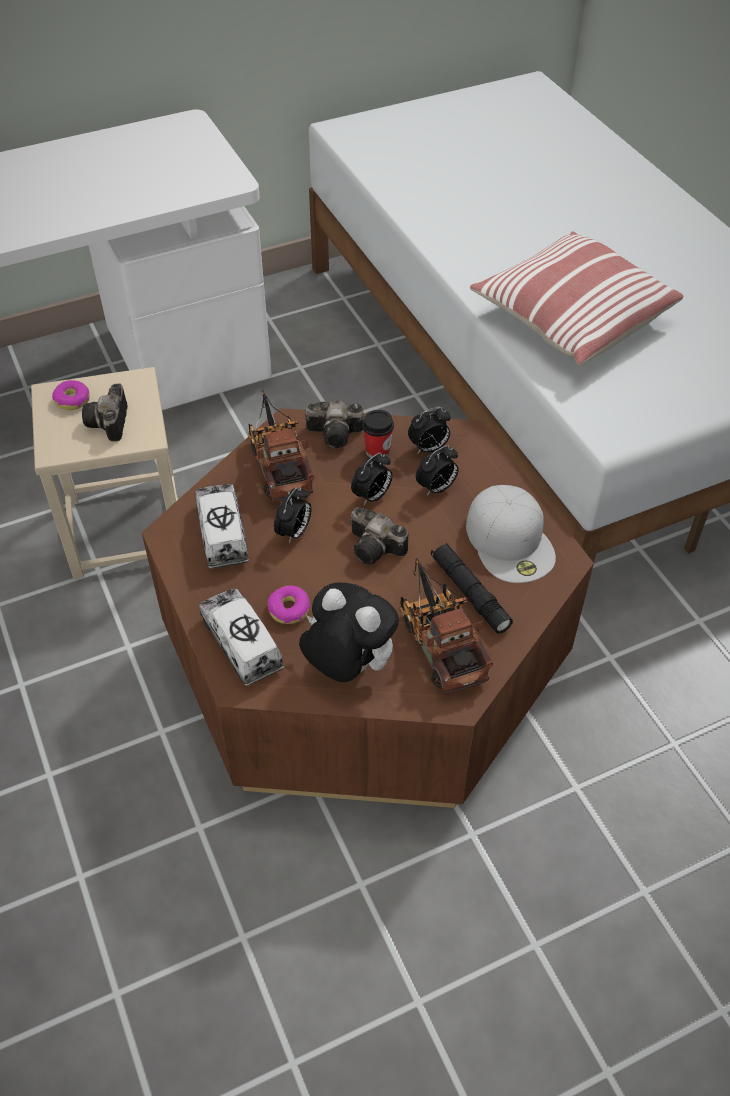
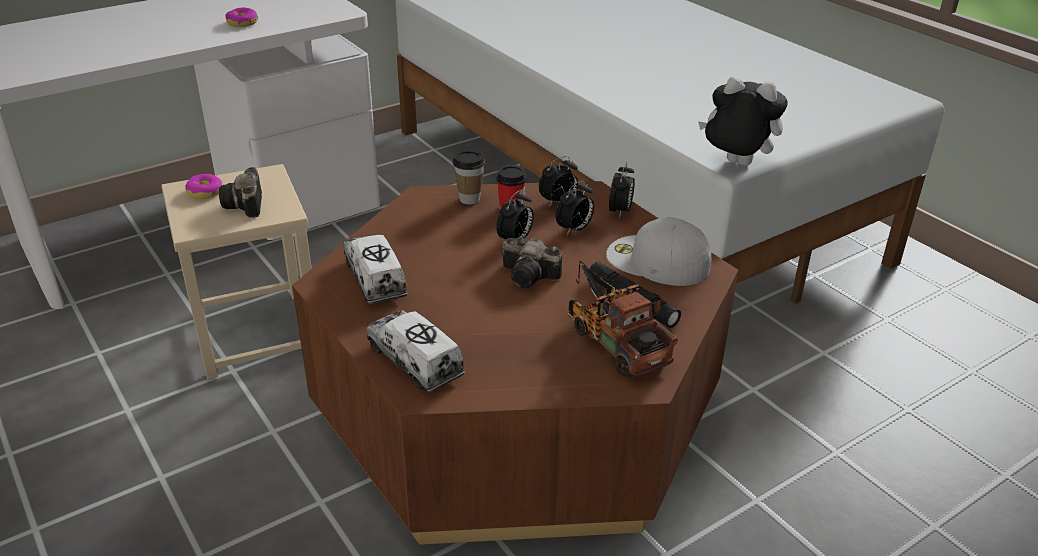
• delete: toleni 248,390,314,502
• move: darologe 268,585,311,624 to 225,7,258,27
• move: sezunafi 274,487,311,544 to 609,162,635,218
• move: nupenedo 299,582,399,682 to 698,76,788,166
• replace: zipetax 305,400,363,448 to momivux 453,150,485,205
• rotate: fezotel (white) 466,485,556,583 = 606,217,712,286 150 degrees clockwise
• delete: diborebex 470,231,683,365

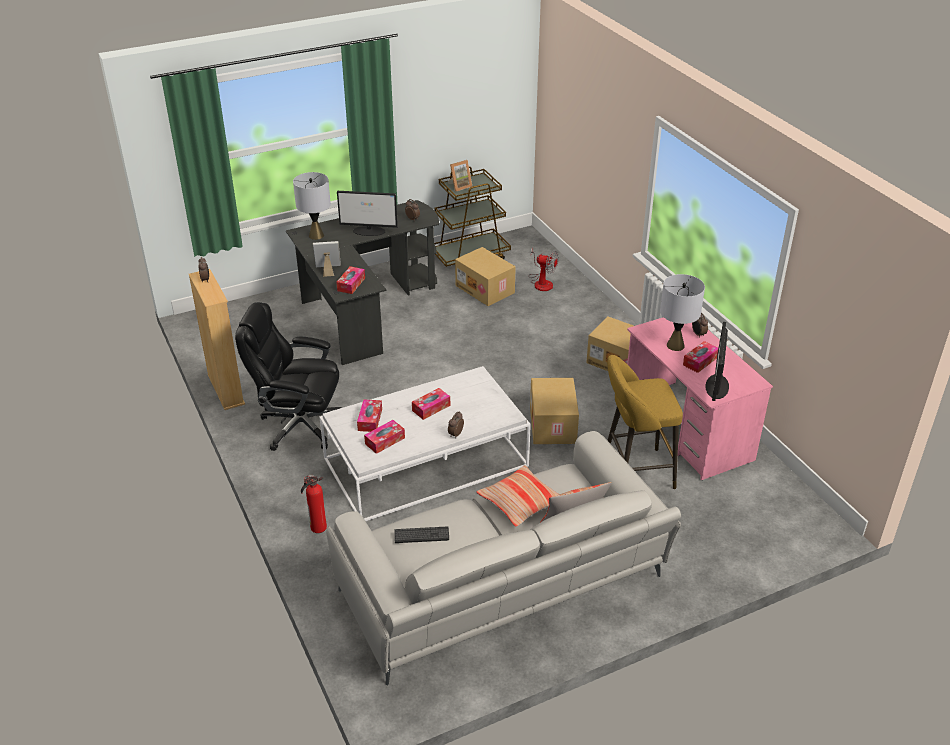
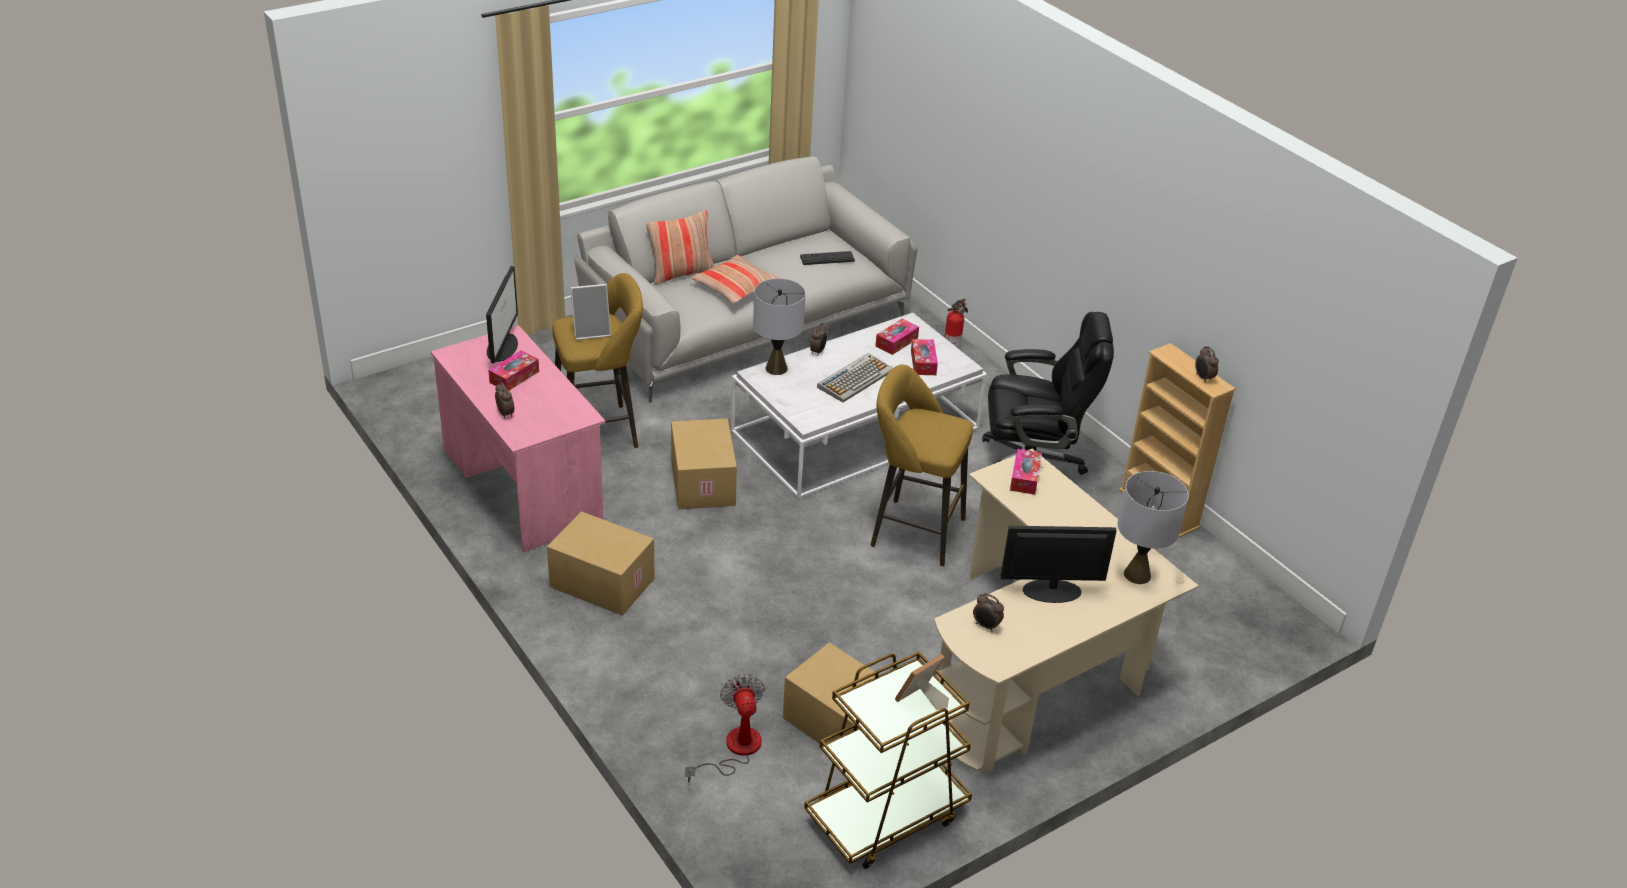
• recolor: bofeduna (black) 286,200,439,365 to bofeduna (beige) 934,449,1199,776
• move: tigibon 313,241,341,277 to 570,284,611,340
• replace: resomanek 412,388,450,420 to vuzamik 817,353,893,402
• rotate: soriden 529,248,559,291 = 685,674,765,783 60 degrees clockwise
• move: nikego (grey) 660,274,705,351 to 753,278,806,375
• insert: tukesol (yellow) 871,365,973,566

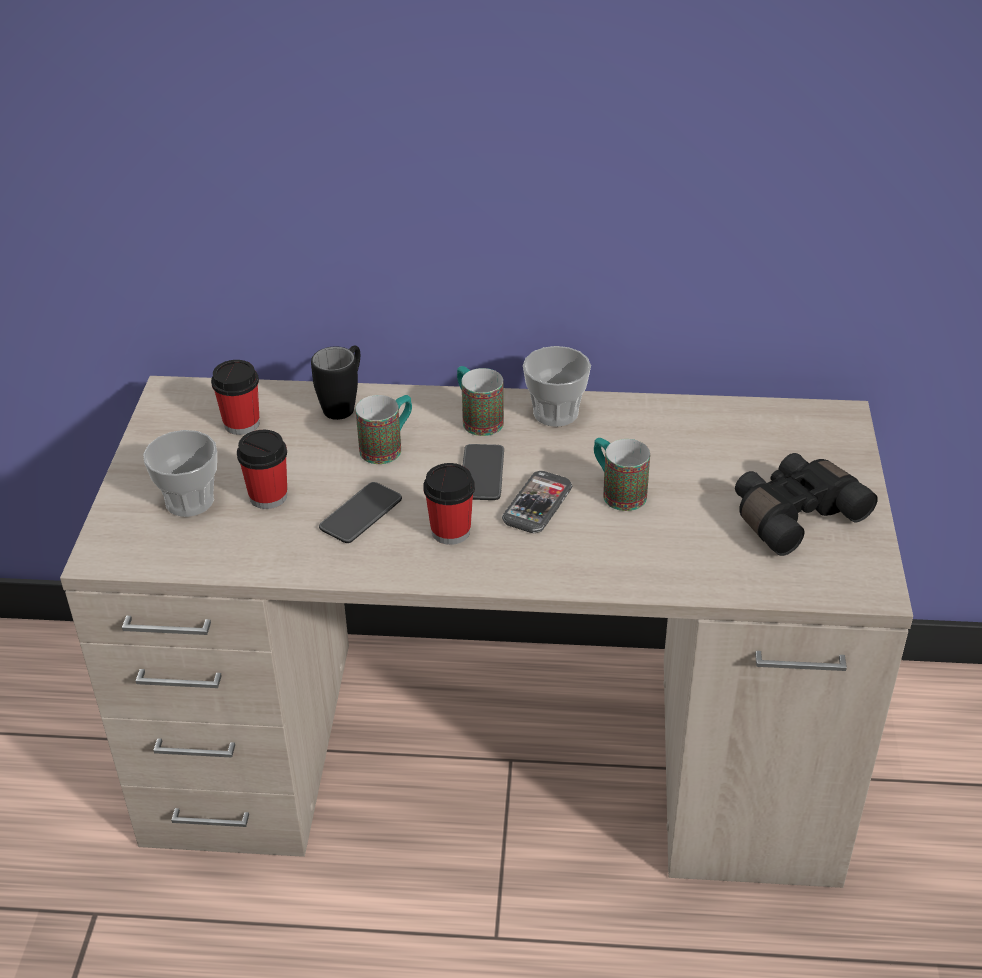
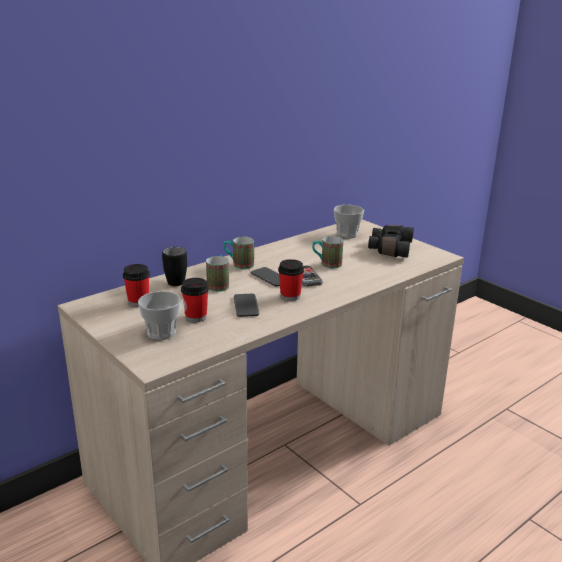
• move: momivux 523,346,591,427 to 334,205,364,238

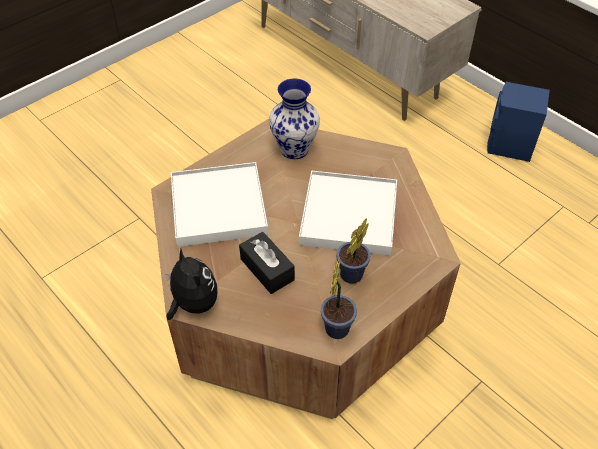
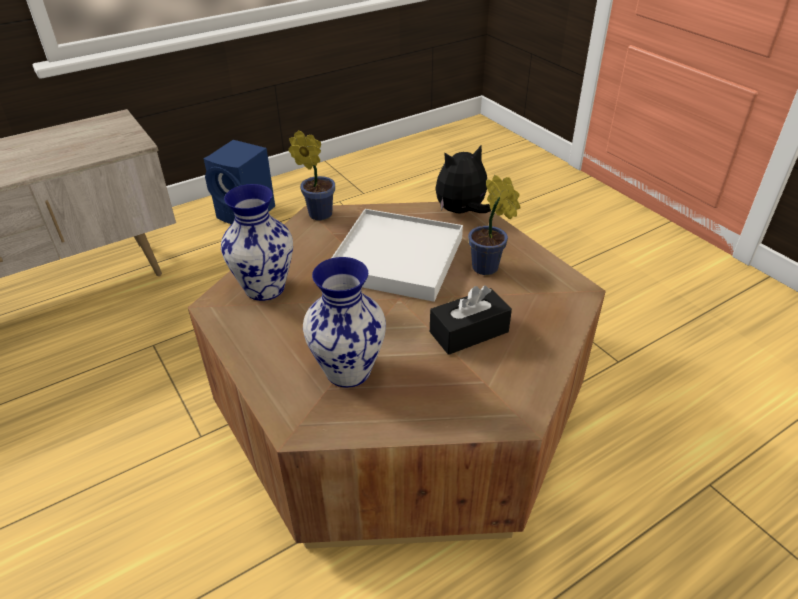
• move: nupenedo 166,249,217,320 to 435,144,491,213
• replace: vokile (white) 171,162,268,247 to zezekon 303,257,386,388
• move: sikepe 321,260,357,339 to 288,130,335,220

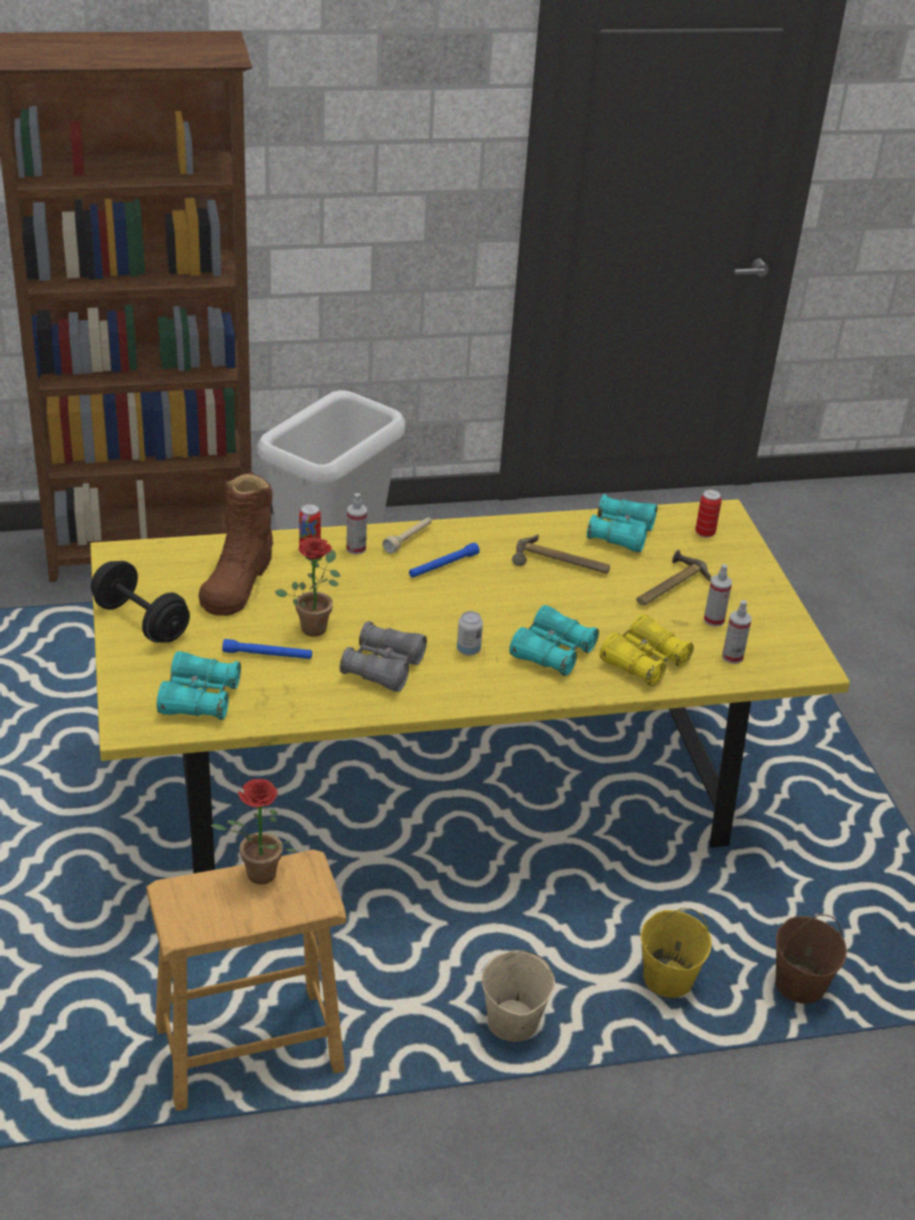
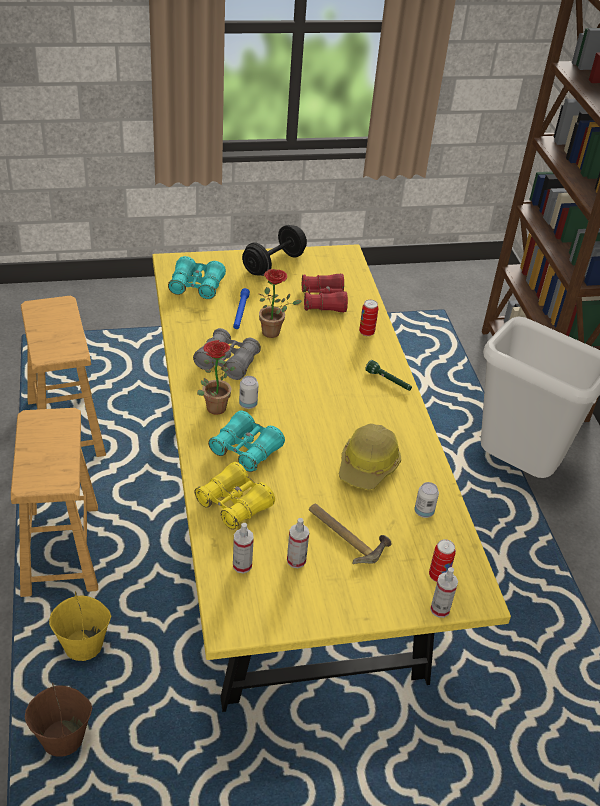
• replace: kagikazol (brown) 198,472,273,616 to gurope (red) 302,273,348,313
• move: sikepe 211,779,297,884 to 197,340,236,415
• move: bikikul 346,493,367,555 to 430,567,458,618
• recolor: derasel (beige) 382,517,432,554 to derasel (green) 365,360,412,391
• delete: derasel (blue) 409,543,480,578
• replace: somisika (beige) 481,950,555,1042 to tukesol (brown) 11,408,98,597
• replace: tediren 512,534,610,574 to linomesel 339,423,401,490
• replace: gurope (turquoise) 587,494,657,553 to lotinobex 414,482,439,518

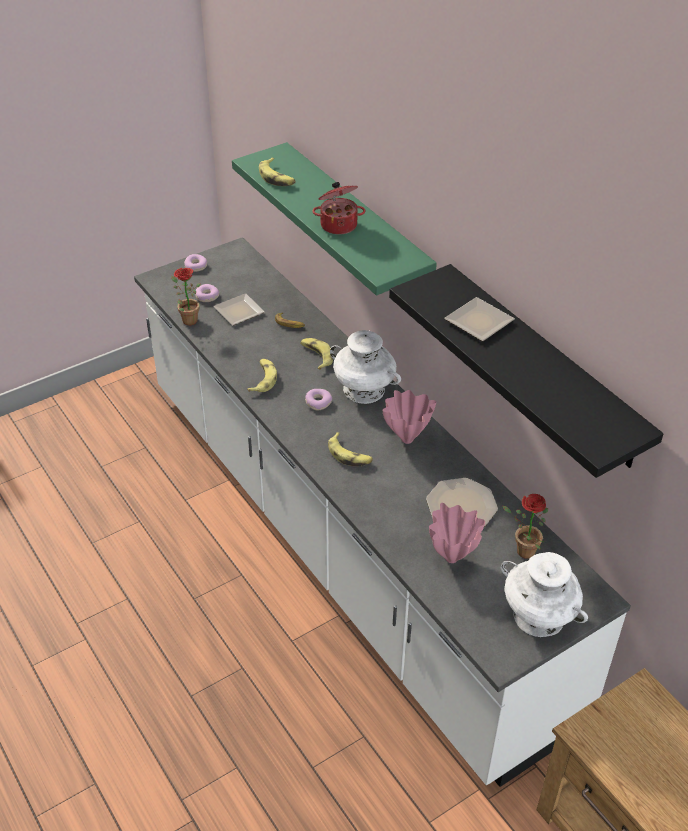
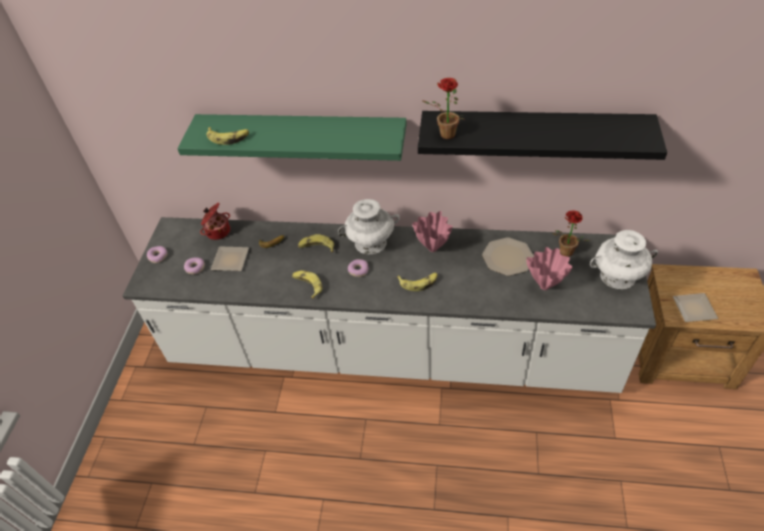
• move: sikepe 171,268,201,325 to 423,78,465,139
• move: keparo 312,182,365,235 to 200,203,230,240
• move: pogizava 444,297,515,341 to 673,293,718,322

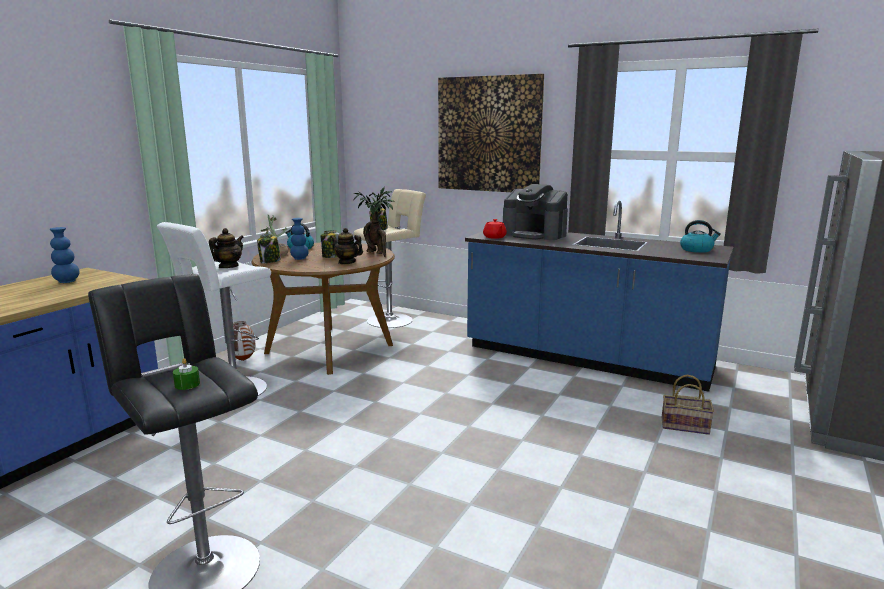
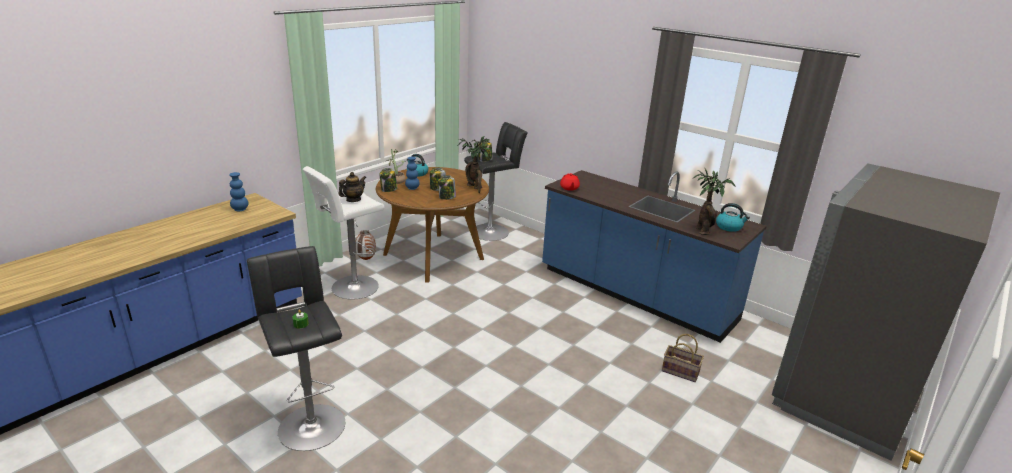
• replace: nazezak 330,228,363,264 to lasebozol 438,175,456,200
• recolor: tukesol (beige) 353,189,426,328 to tukesol (black) 464,122,528,241
• delete: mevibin 438,74,544,192
• delete: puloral 503,184,568,240
• insert: sikepe 693,168,736,235

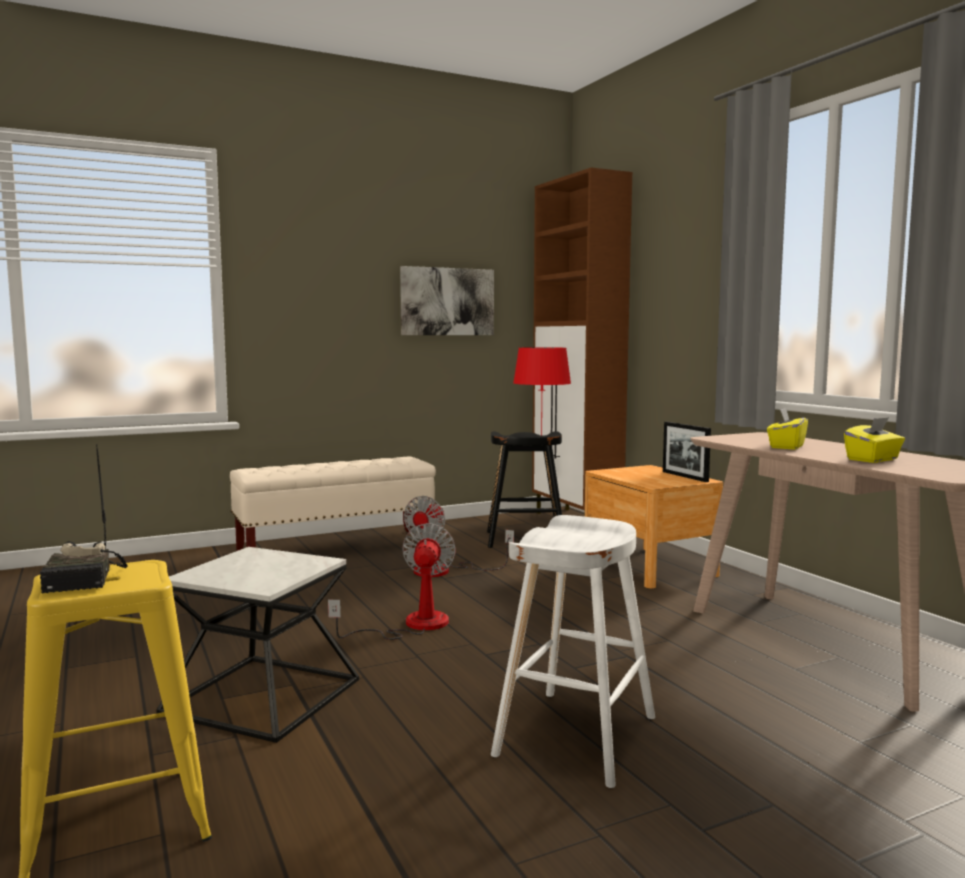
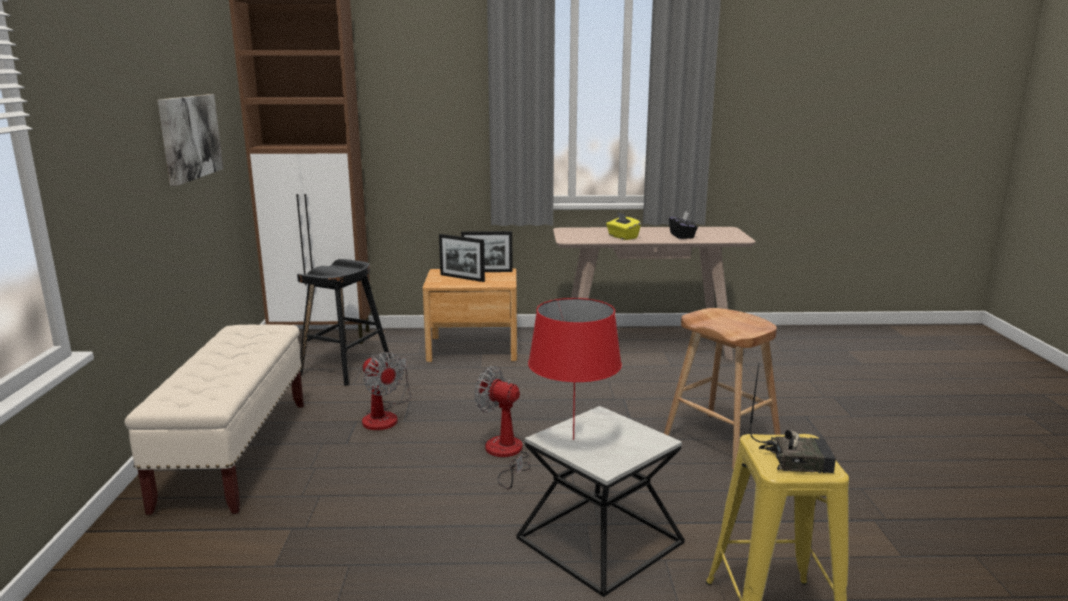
• recolor: tukesol (white) 491,515,655,788 to tukesol (brown) 664,308,781,470
• move: nikego (red) 513,347,571,436 to 528,298,622,440
• recolor: resomanek (yellow) 844,417,905,463 to resomanek (black) 669,211,698,239
• insert: tigibon 439,234,485,282

